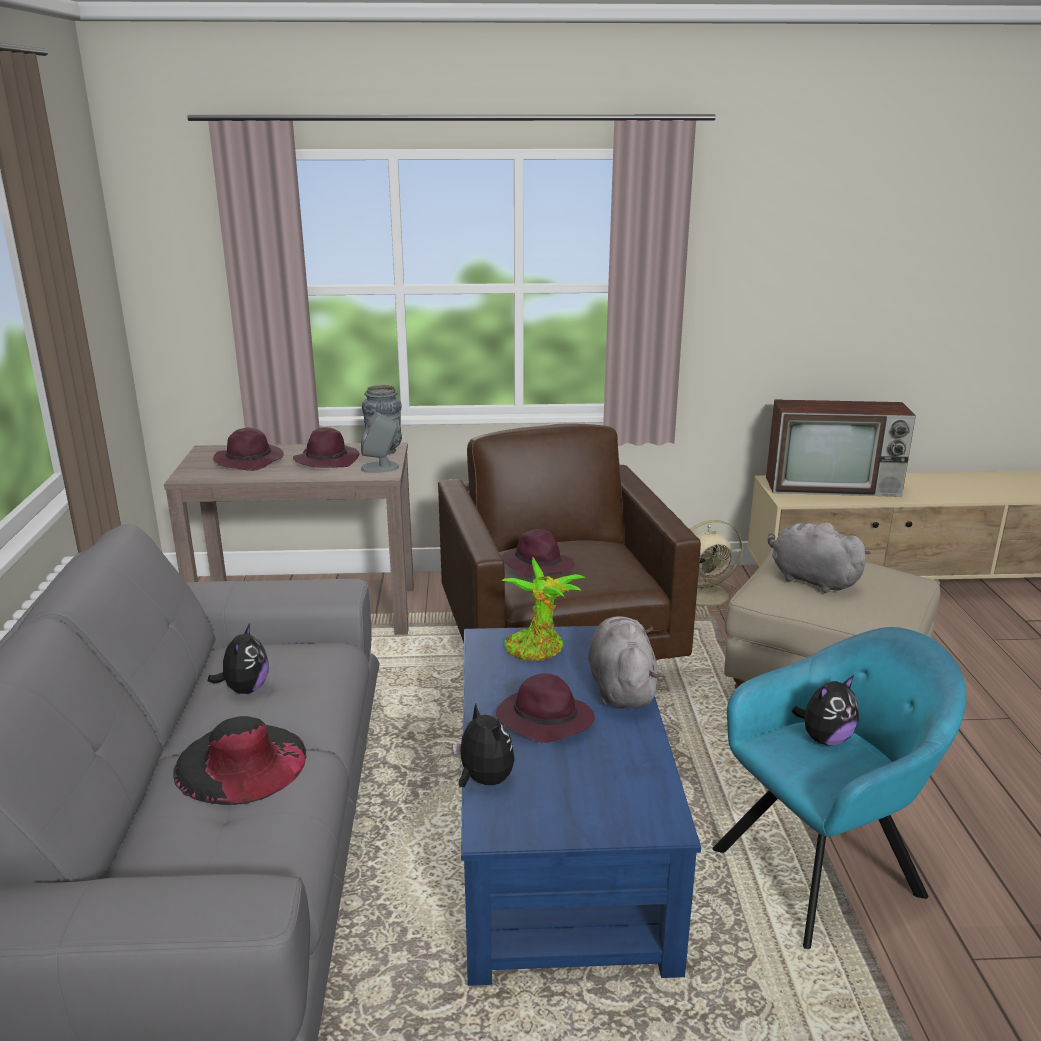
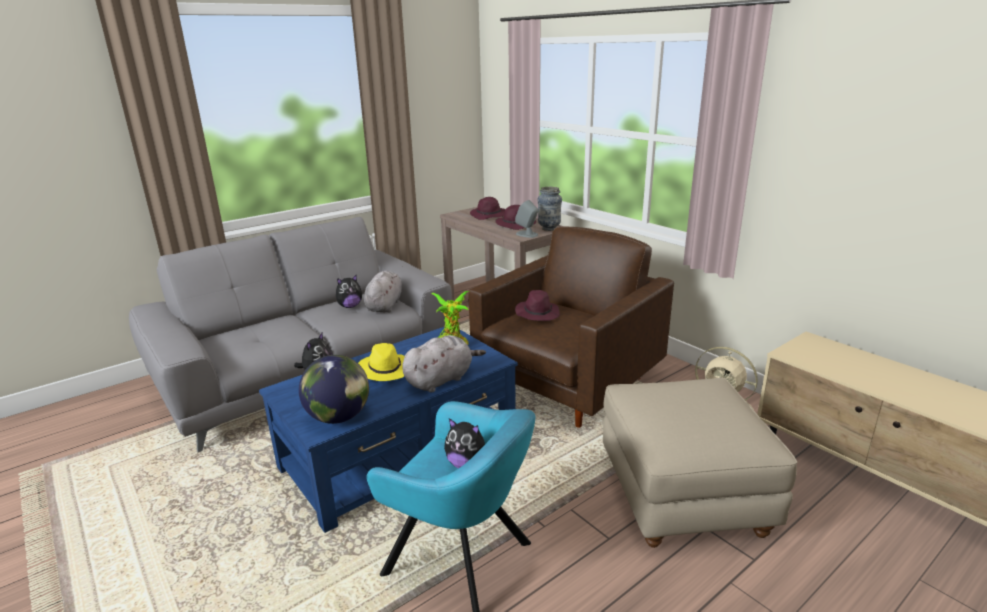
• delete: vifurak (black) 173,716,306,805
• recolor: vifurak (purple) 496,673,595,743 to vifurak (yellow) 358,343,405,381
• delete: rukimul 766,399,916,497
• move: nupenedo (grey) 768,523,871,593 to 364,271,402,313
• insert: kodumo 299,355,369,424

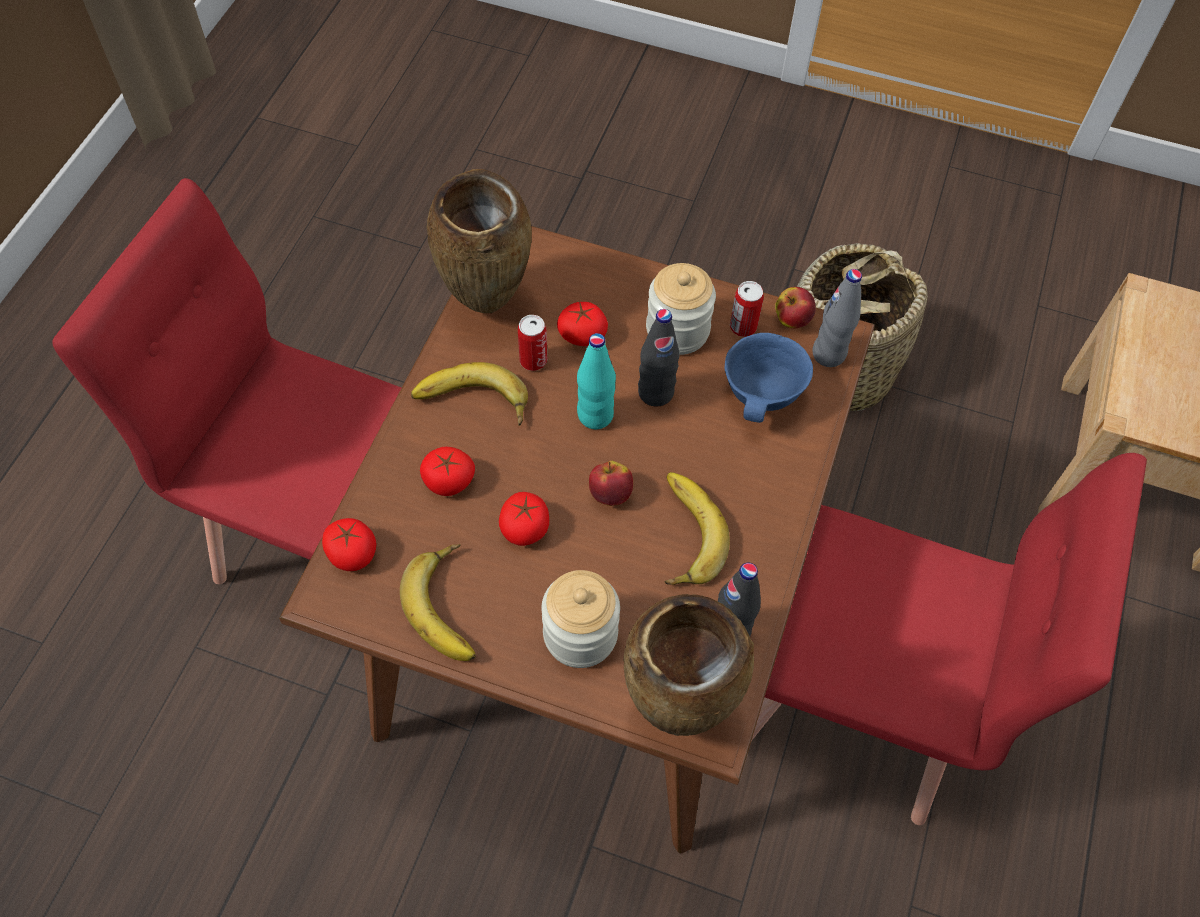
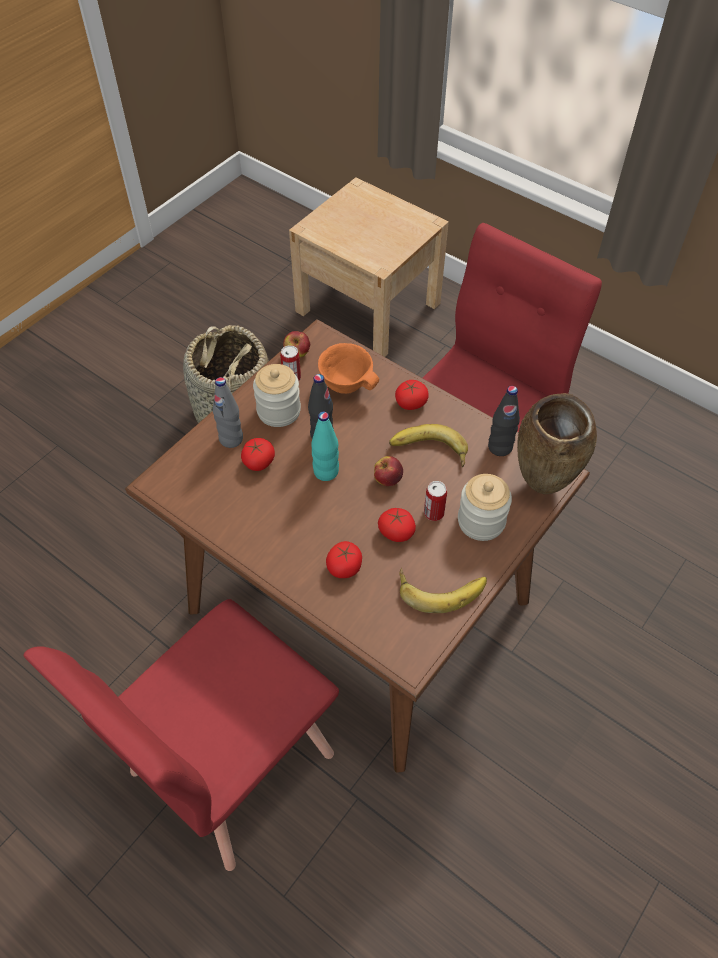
• move: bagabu 322,518,377,571 to 395,380,429,410
• delete: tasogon 411,362,528,426
• delete: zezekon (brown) 426,169,532,313
• move: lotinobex 518,315,547,371 to 424,481,447,521
• recolor: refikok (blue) 725,333,813,423 to refikok (orange) 318,343,379,394
• move: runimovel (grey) 812,269,862,367 to 213,377,243,448

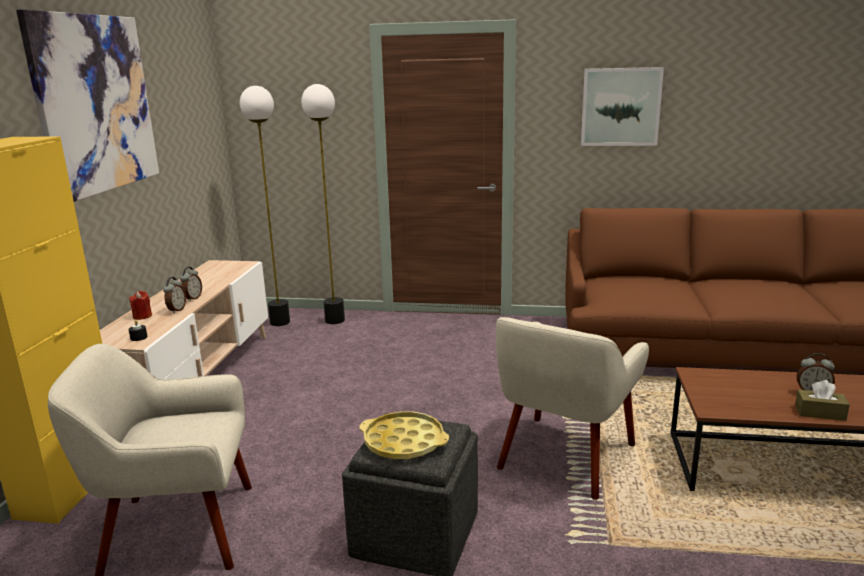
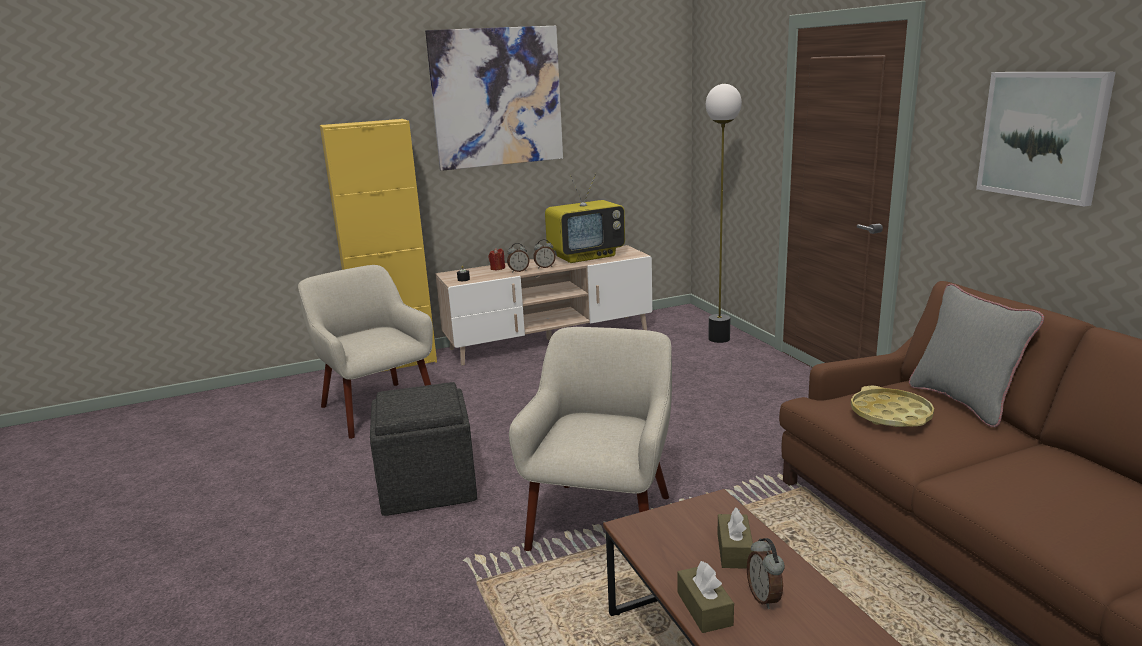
• delete: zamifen 240,86,290,326
• move: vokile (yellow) 359,411,449,460 to 851,386,934,427
• rotate: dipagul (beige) 496,317,649,500 = 509,327,672,551 105 degrees clockwise
• insert: rukimul 545,173,625,263
• insert: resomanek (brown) 717,507,754,569
• insert: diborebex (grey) 909,284,1044,427

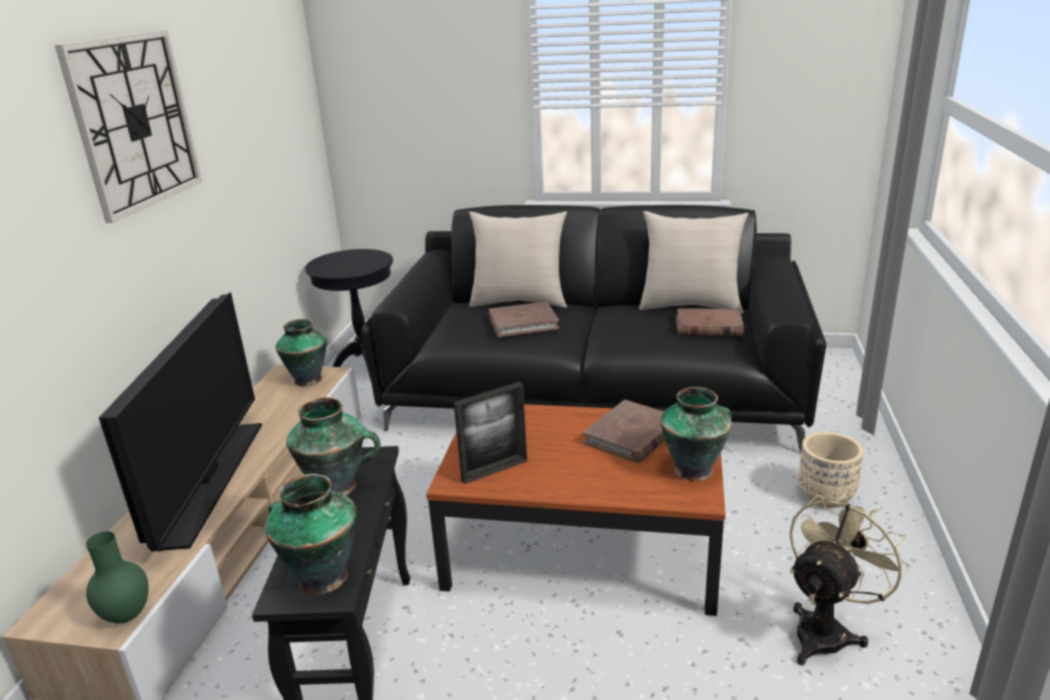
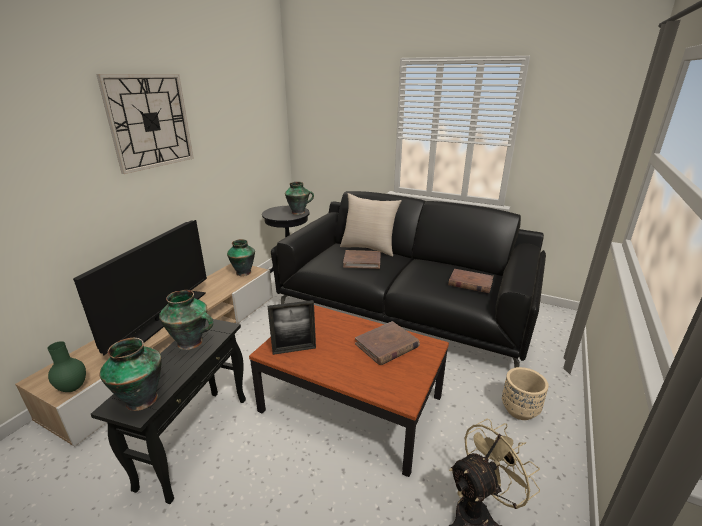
• delete: diborebex (beige) 639,211,748,314
• move: zezekon 660,387,732,481 to 285,182,314,215

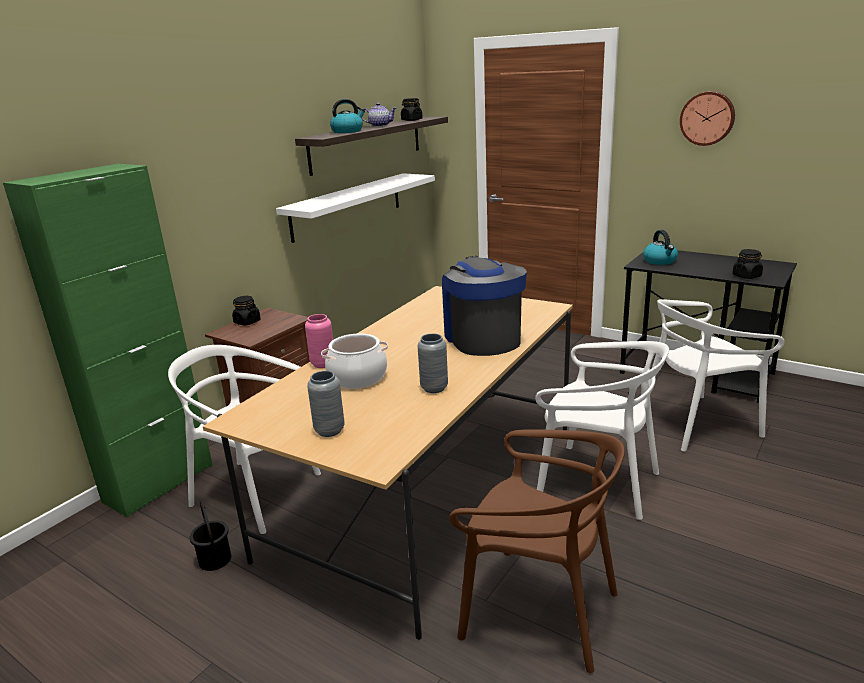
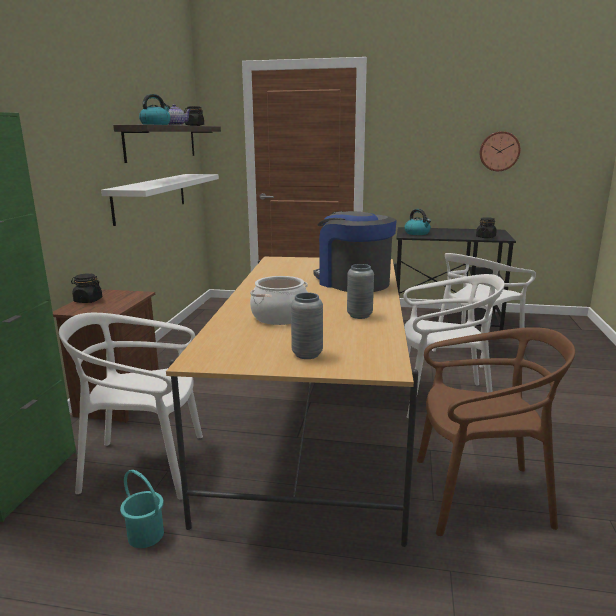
• recolor: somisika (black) 190,501,231,571 to somisika (turquoise) 120,470,164,548
• delete: zezekon (pink) 305,314,333,368
• move: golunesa 680,91,735,146 to 480,131,520,171

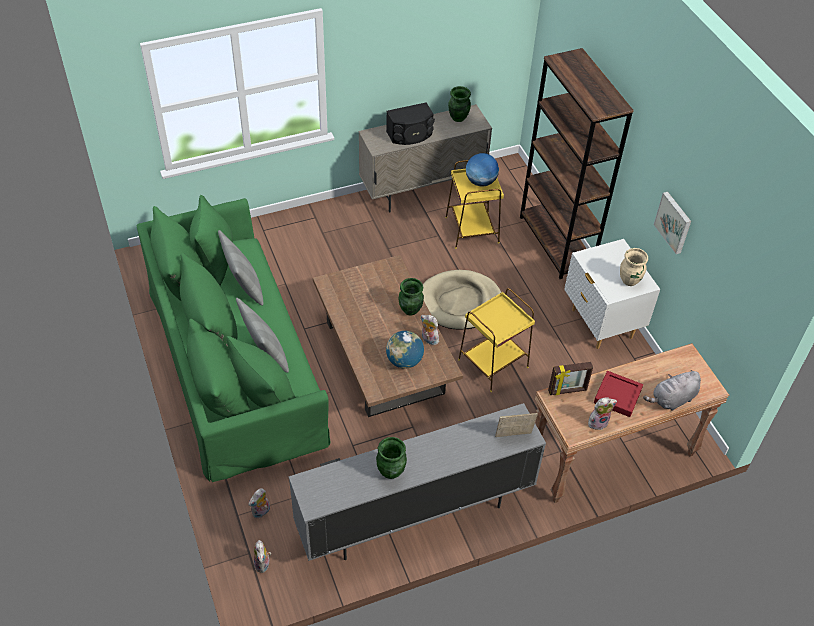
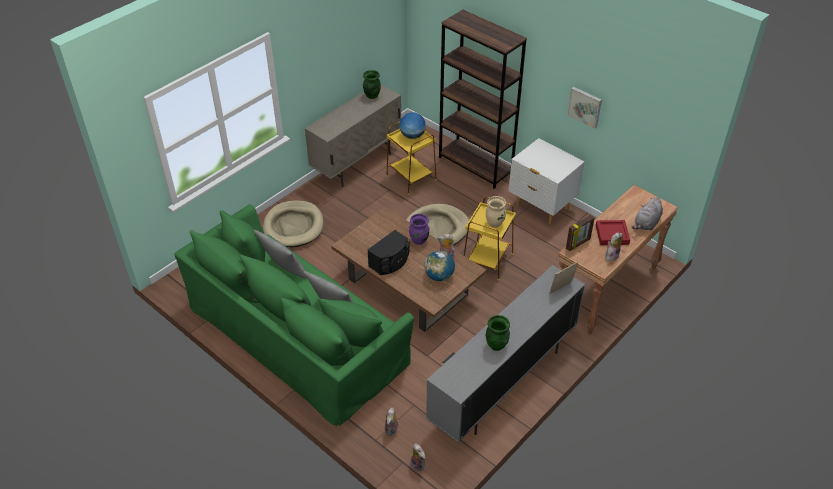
• move: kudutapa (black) 386,102,435,145 to 367,230,410,275
• recolor: zezekon (green) 399,278,424,315 to zezekon (purple) 409,214,429,245
• move: zezekon (beige) 620,248,648,286 to 486,196,506,228
• insert: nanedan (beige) 263,200,324,247

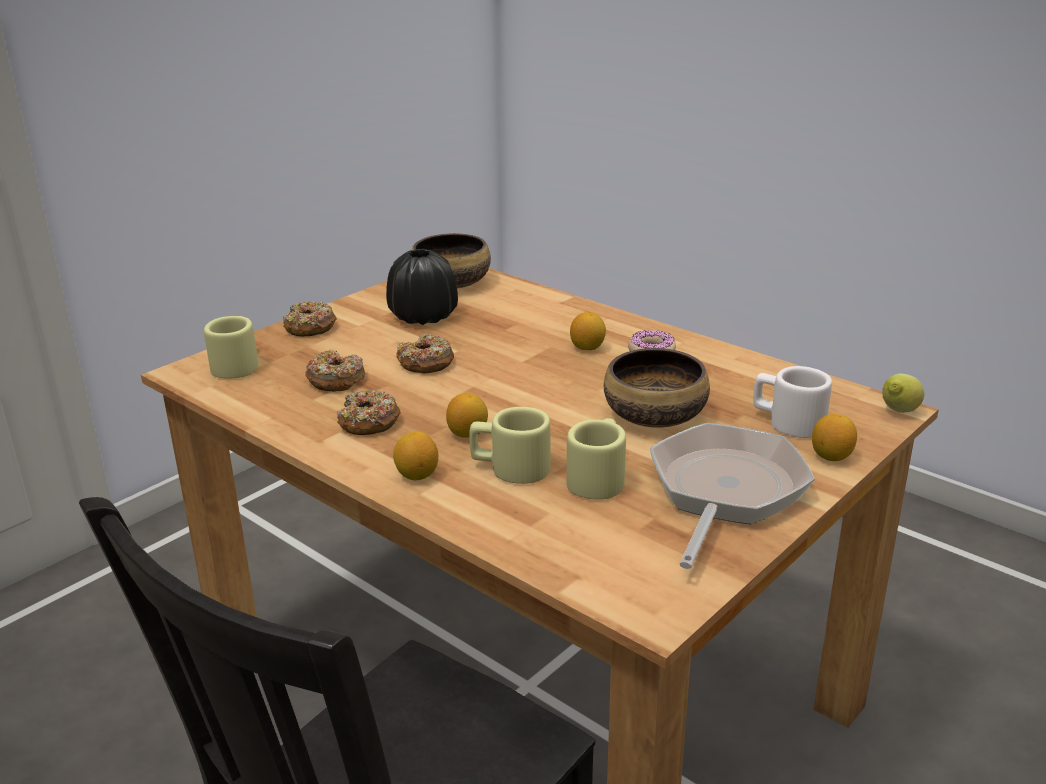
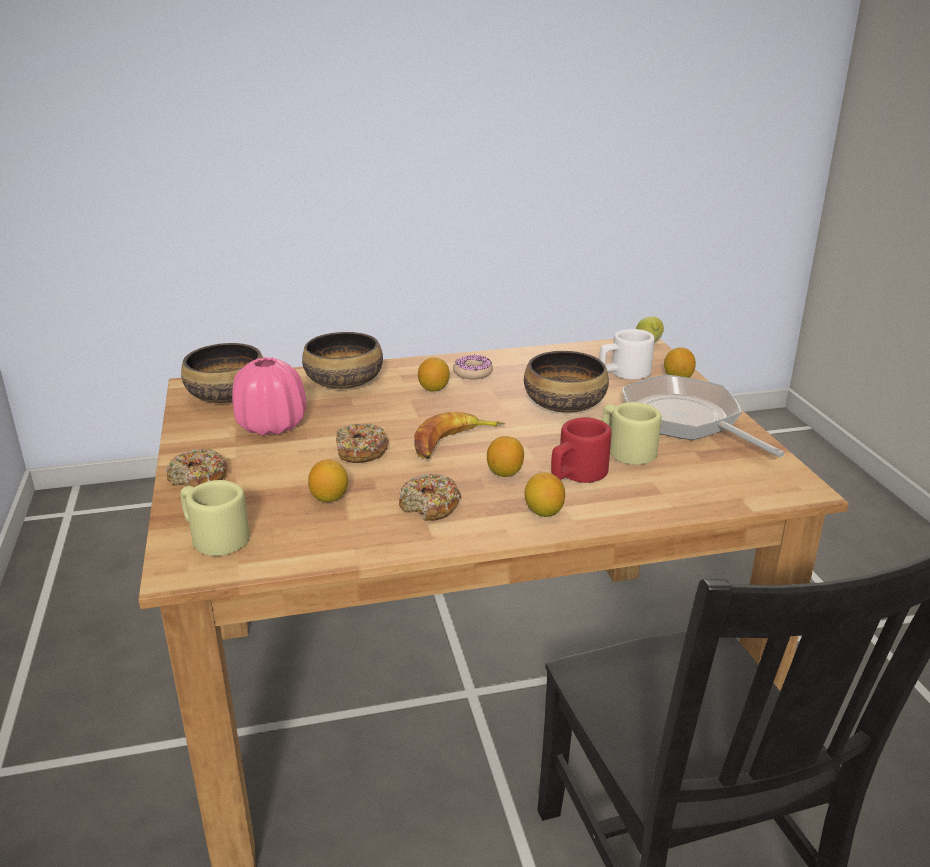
• replace: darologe 305,350,365,392 to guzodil 308,460,348,502
• recolor: zezekon (black) 386,249,458,325 to zezekon (pink) 232,357,307,436
• recolor: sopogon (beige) 469,407,550,484 to sopogon (red) 551,417,612,483
• insert: refikok 302,332,383,389
• insert: tasogon 414,412,505,459

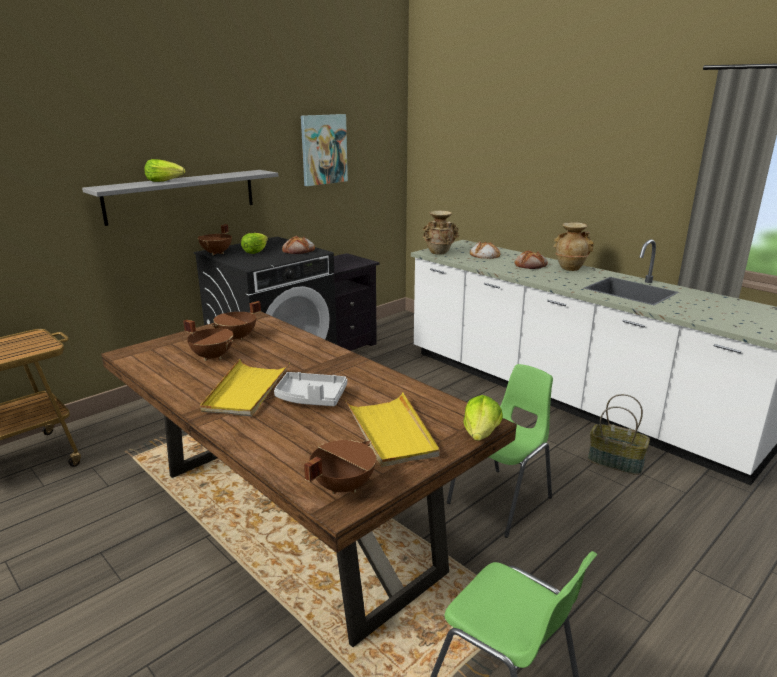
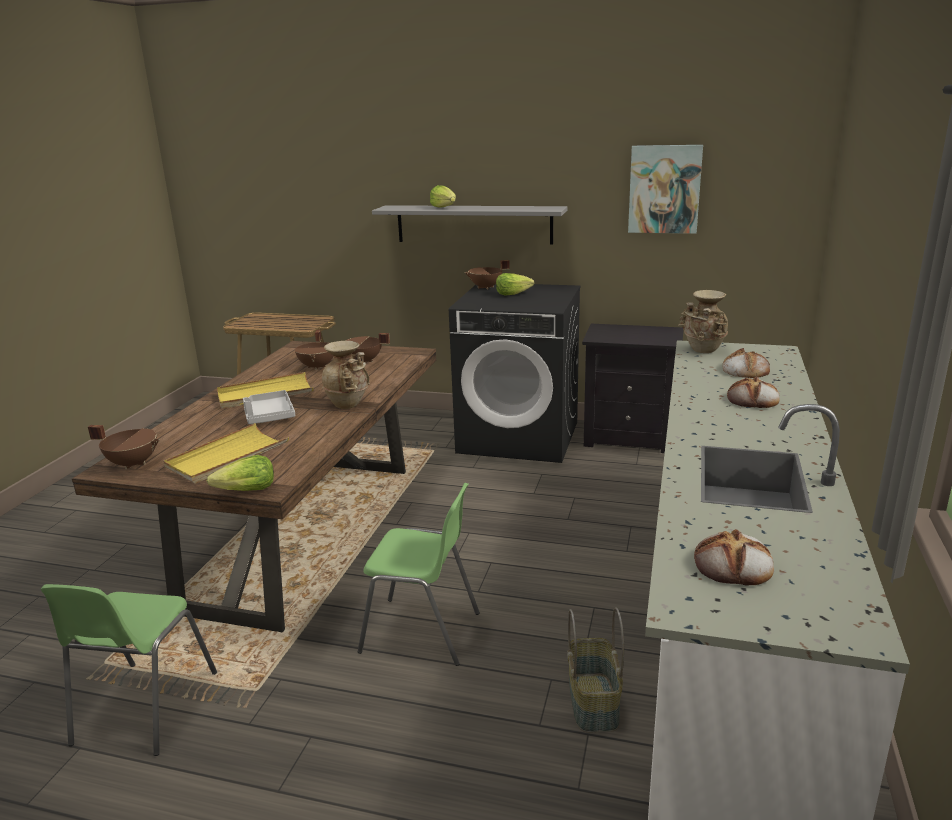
• move: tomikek 282,236,315,254 to 694,529,774,586
• move: zezekon (beige) 553,222,594,271 to 321,341,370,409

